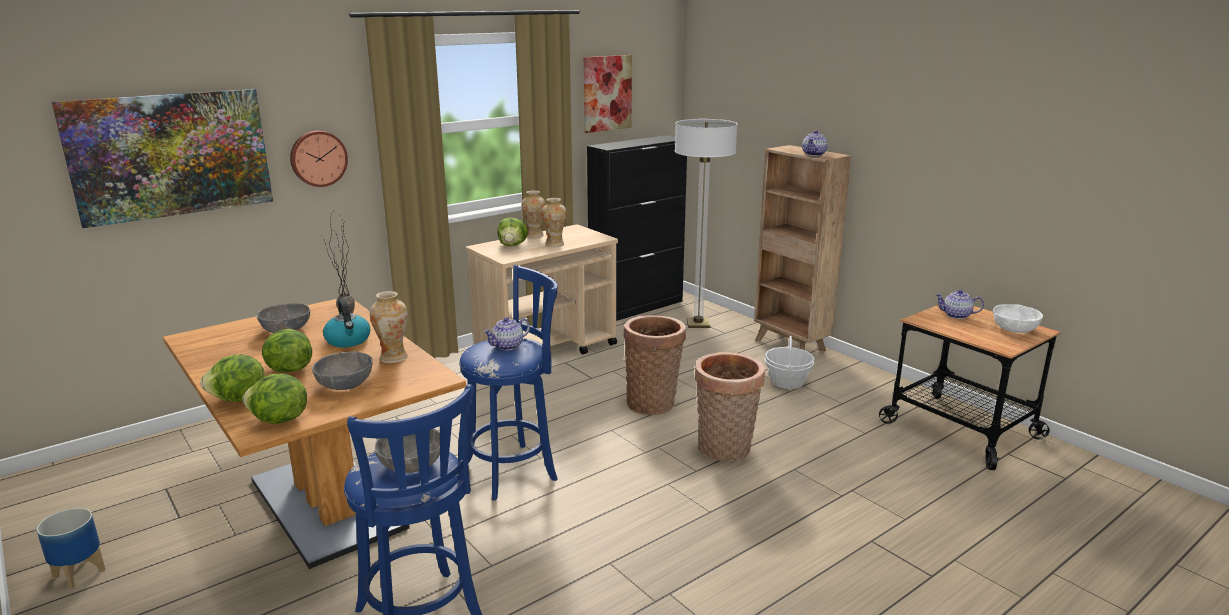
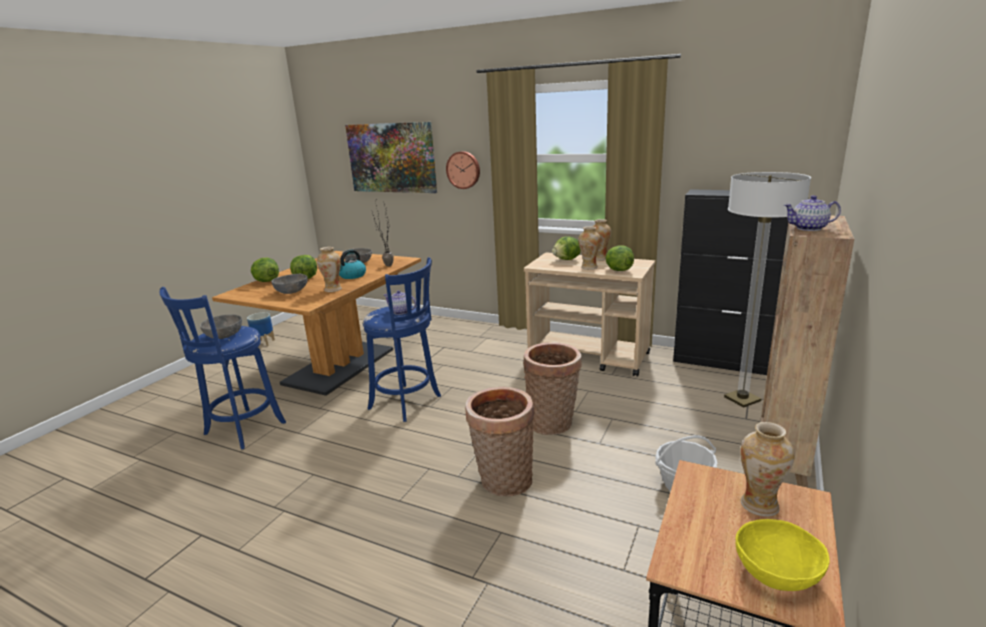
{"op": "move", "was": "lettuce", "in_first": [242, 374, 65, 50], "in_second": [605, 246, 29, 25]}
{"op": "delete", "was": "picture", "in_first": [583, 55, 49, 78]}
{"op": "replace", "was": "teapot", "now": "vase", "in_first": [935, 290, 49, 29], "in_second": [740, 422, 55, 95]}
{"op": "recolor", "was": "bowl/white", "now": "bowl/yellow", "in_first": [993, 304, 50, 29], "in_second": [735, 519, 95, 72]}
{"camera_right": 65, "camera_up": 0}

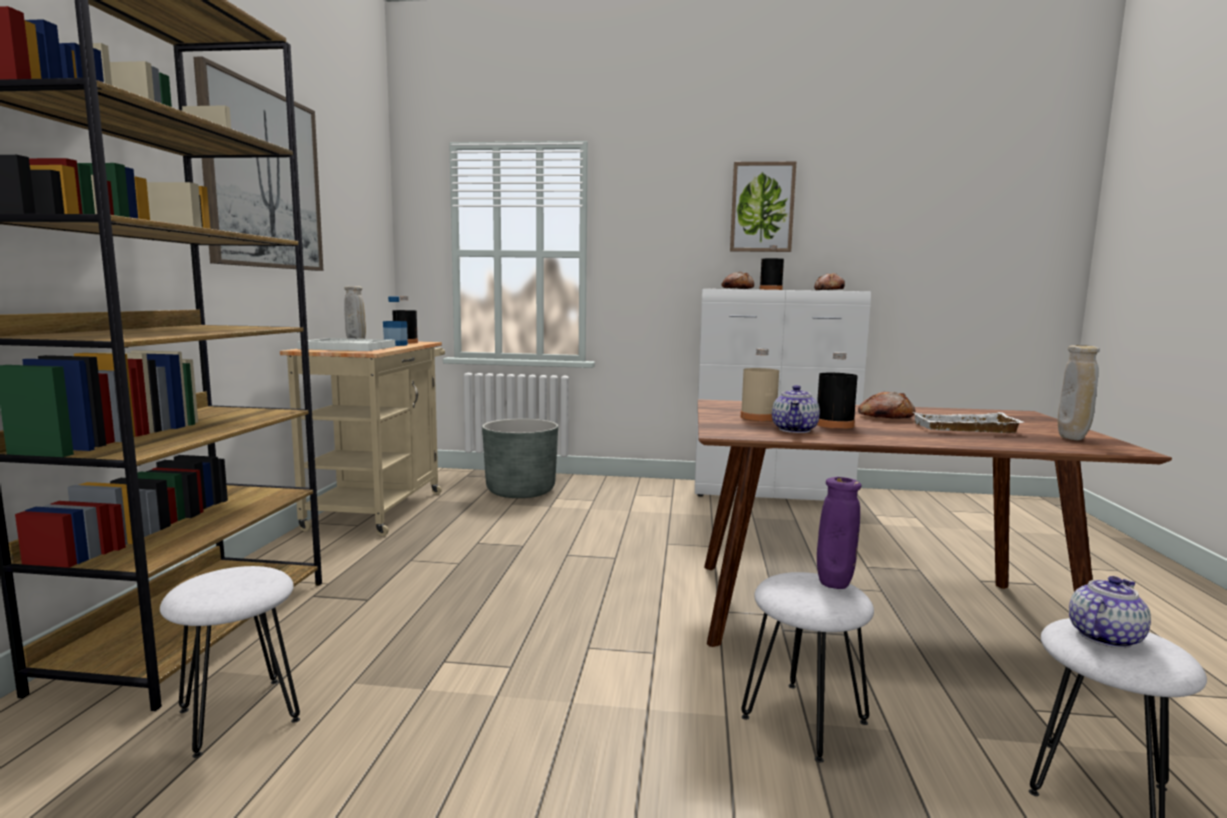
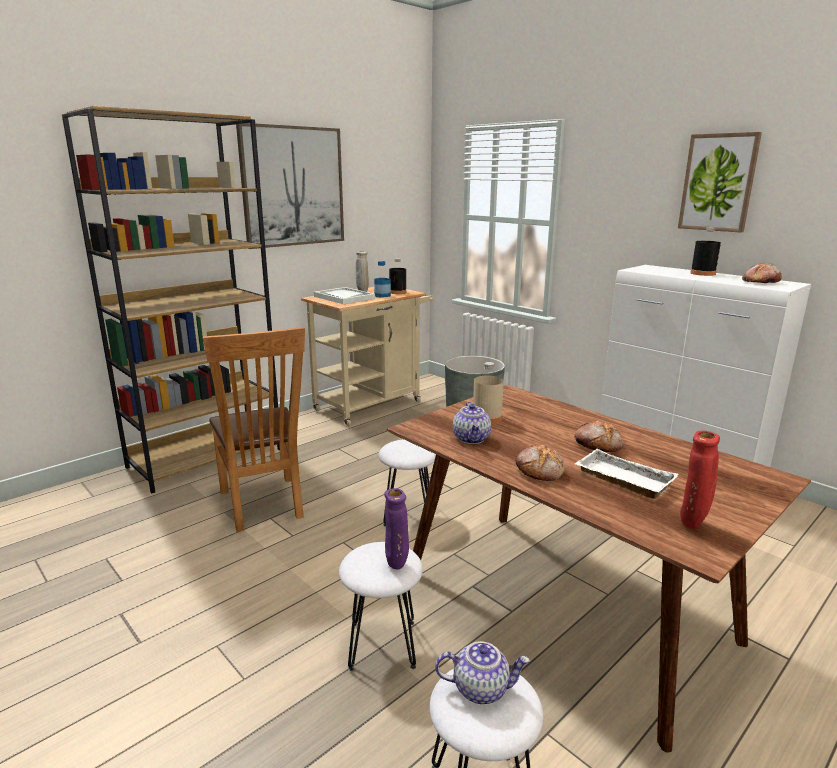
{"op": "move", "was": "stool/white", "in_first": [160, 566, 140, 192], "in_second": [378, 439, 58, 87]}
{"op": "move", "was": "bread", "in_first": [721, 272, 33, 17], "in_second": [516, 445, 49, 36]}
{"op": "rotate", "was": "teapot", "in_first": [772, 385, 48, 48], "in_second": [453, 402, 38, 42], "clockwise": -60}
{"op": "delete", "was": "bottle/black", "in_first": [817, 352, 41, 77]}
{"op": "recolor", "was": "vase/beige", "now": "vase/red", "in_first": [1058, 345, 42, 95], "in_second": [680, 431, 40, 98]}
{"op": "insert", "now": "chair/brown", "in_second": [203, 327, 102, 205]}
{"camera_right": 40, "camera_up": 10}

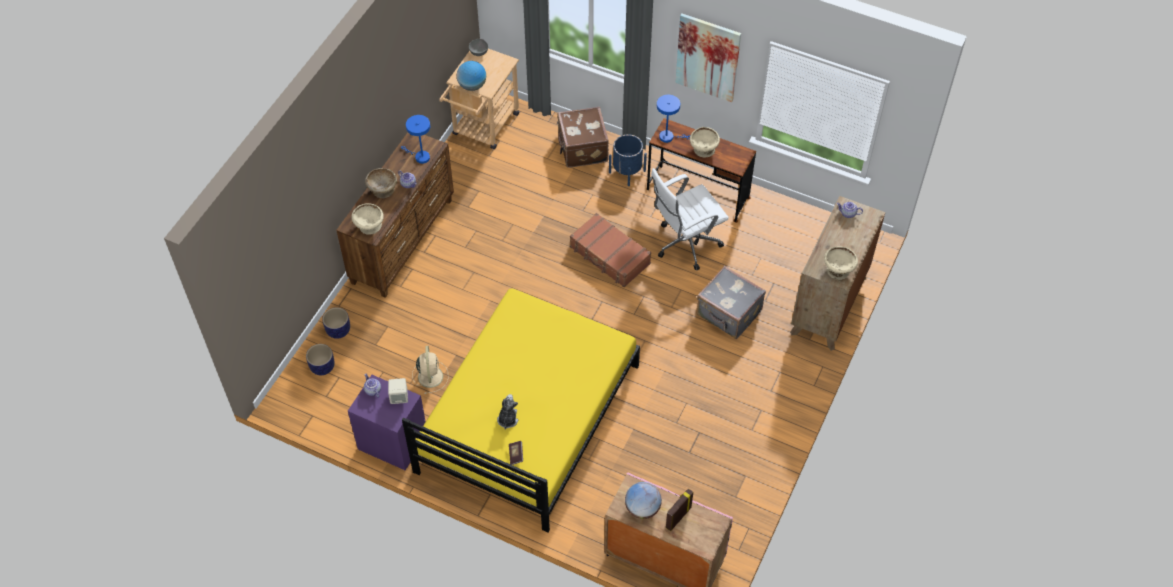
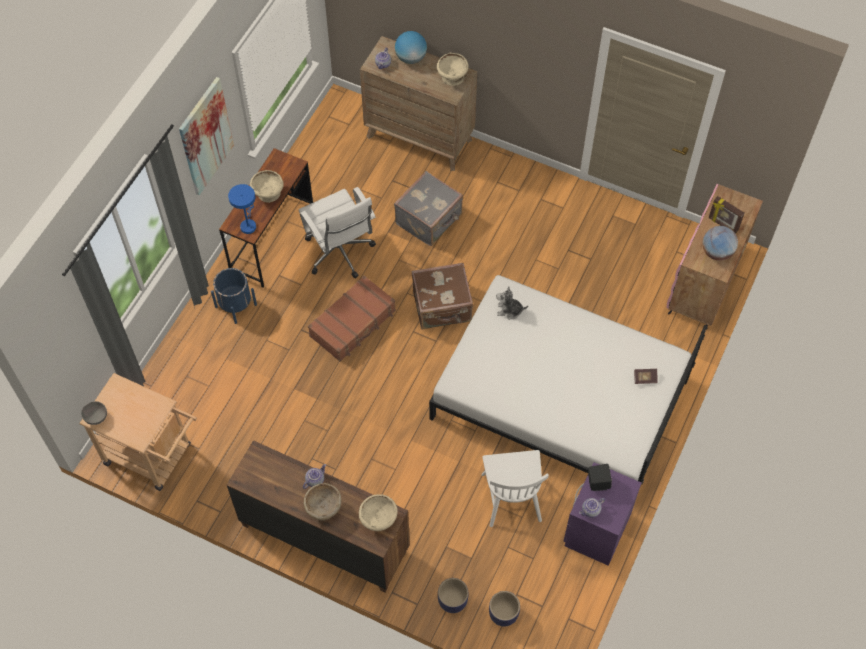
{"op": "recolor", "was": "speaker/beige", "now": "speaker/black", "in_first": [388, 378, 20, 26], "in_second": [588, 464, 24, 27]}
{"op": "delete", "was": "table lamp/blue", "in_first": [401, 115, 29, 49]}
{"op": "recolor", "was": "bed/yellow", "now": "bed/white", "in_first": [402, 289, 238, 244], "in_second": [429, 275, 278, 210]}
{"op": "replace", "was": "fan/beige", "now": "chair/white", "in_first": [412, 346, 36, 48], "in_second": [482, 450, 67, 77]}
{"op": "move", "was": "globe", "in_first": [457, 61, 29, 30], "in_second": [395, 31, 32, 33]}
{"op": "move", "was": "plush toy", "in_first": [497, 394, 21, 35], "in_second": [496, 286, 32, 34]}
{"op": "move", "was": "suitcase/brown", "in_first": [557, 107, 52, 61], "in_second": [412, 263, 61, 66]}
{"camera_right": -90, "camera_up": 5}

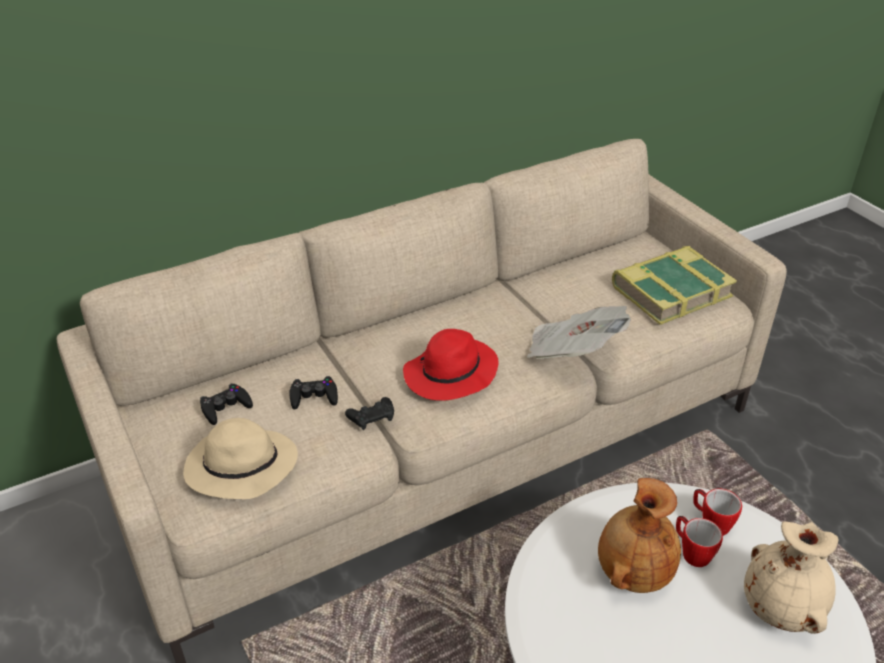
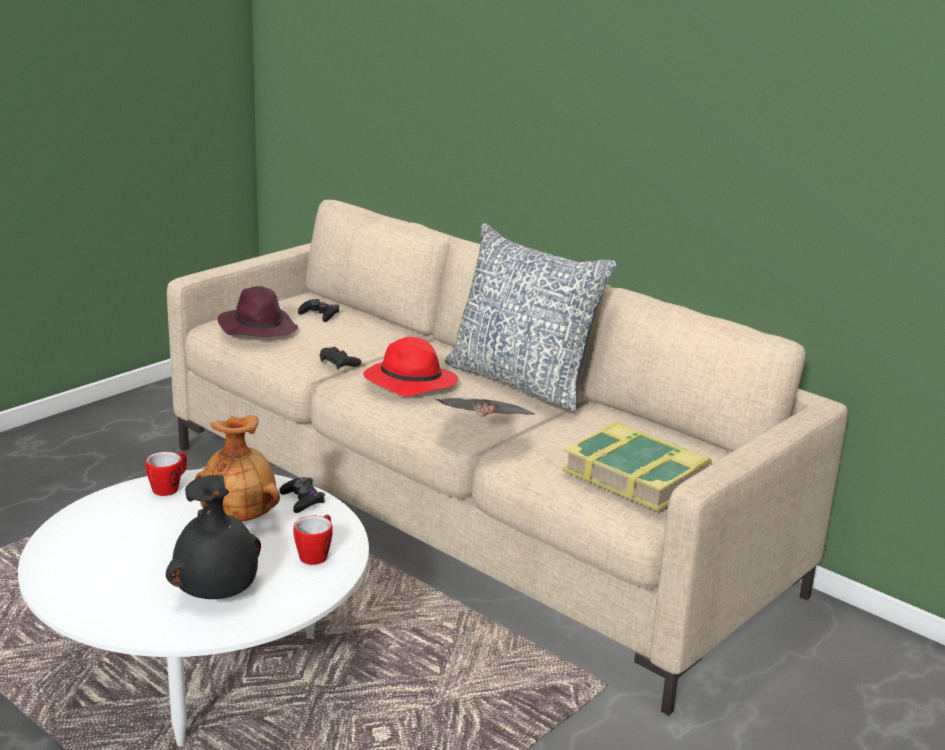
{"op": "recolor", "was": "hat/beige", "now": "hat/purple", "in_first": [183, 418, 115, 81], "in_second": [218, 286, 80, 51]}
{"op": "move", "was": "game controller/black", "in_first": [290, 376, 48, 33], "in_second": [279, 477, 46, 36]}
{"op": "move", "was": "mug", "in_first": [676, 516, 47, 51], "in_second": [145, 452, 42, 44]}
{"op": "recolor", "was": "vase/beige", "now": "vase/black", "in_first": [744, 522, 95, 112], "in_second": [166, 475, 95, 124]}
{"op": "insert", "now": "pillow", "in_second": [445, 223, 172, 189]}
{"camera_right": 70, "camera_up": -15}

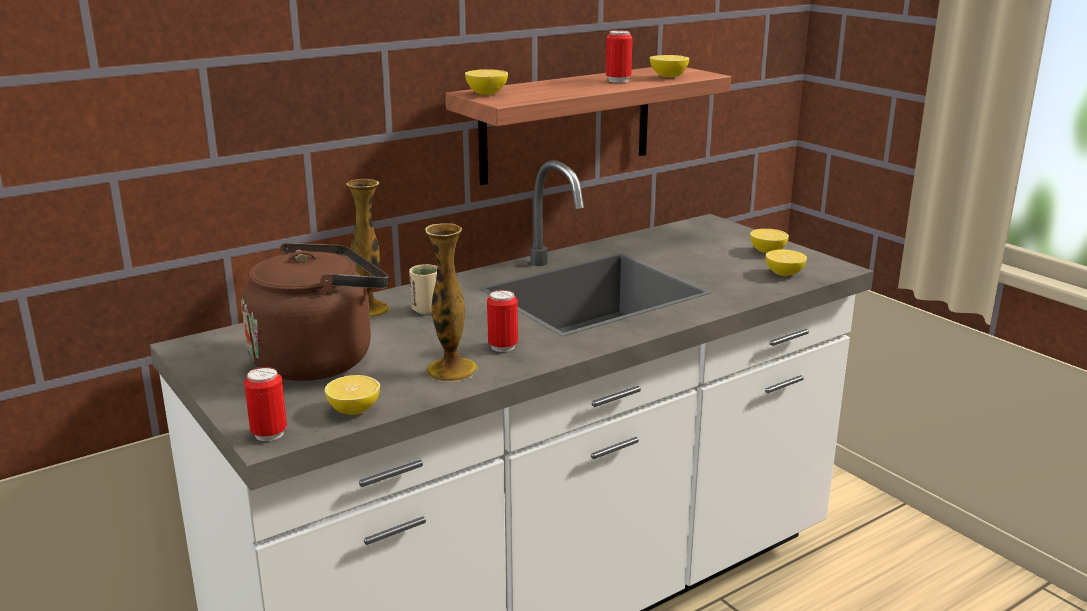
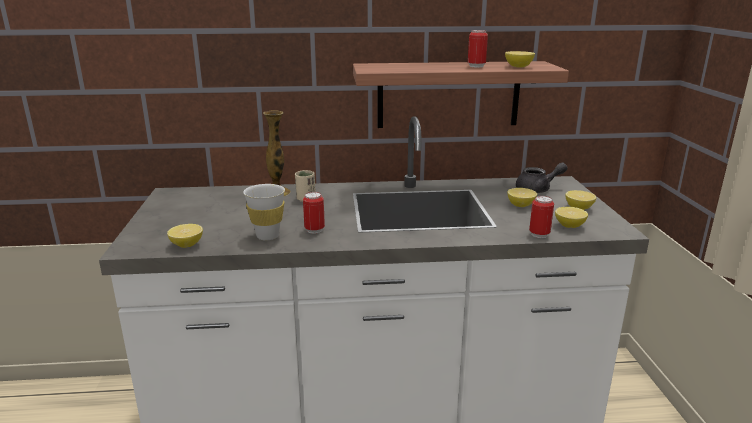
{"op": "delete", "was": "kettle/brown", "in_first": [241, 243, 148, 138]}
{"op": "move", "was": "can", "in_first": [244, 367, 43, 74], "in_second": [529, 196, 25, 42]}
{"op": "replace", "was": "vase", "now": "cup/white", "in_first": [425, 223, 53, 159], "in_second": [243, 184, 42, 56]}
{"op": "move", "was": "lemon", "in_first": [465, 69, 43, 26], "in_second": [508, 188, 29, 19]}
{"op": "insert", "now": "teapot/grey", "in_second": [516, 162, 52, 31]}
{"camera_right": 30, "camera_up": 0}

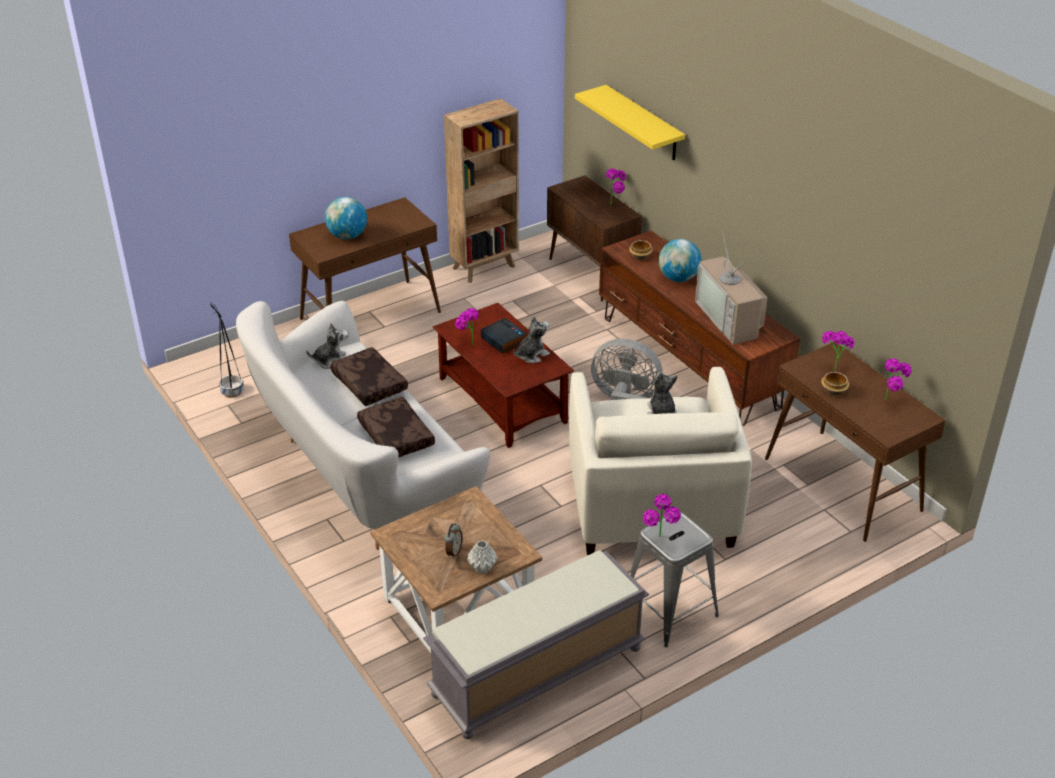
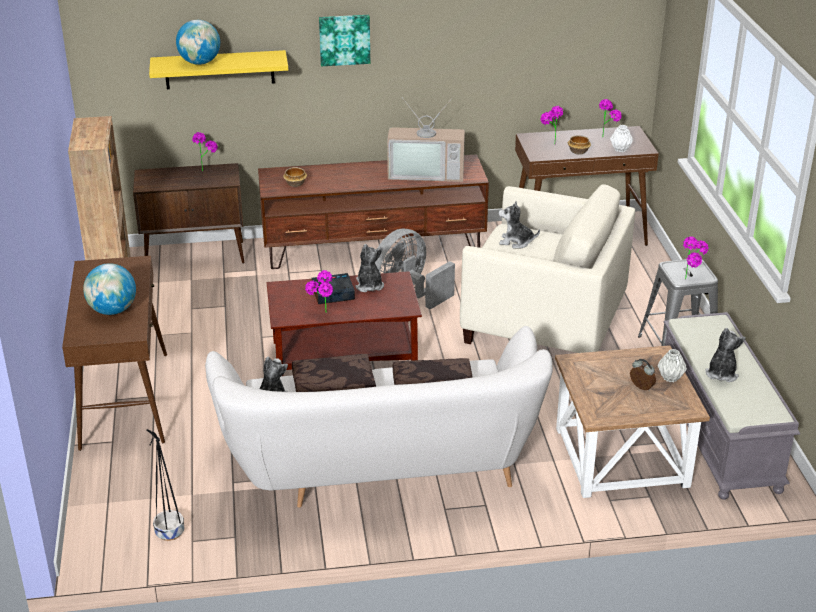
{"op": "move", "was": "globe", "in_first": [659, 239, 43, 43], "in_second": [176, 20, 44, 45]}
{"op": "insert", "now": "picture", "in_second": [319, 15, 51, 51]}
{"op": "insert", "now": "vase/white", "in_second": [610, 125, 23, 27]}
{"op": "insert", "now": "plush toy", "in_second": [705, 328, 41, 54]}
{"camera_right": -65, "camera_up": -5}

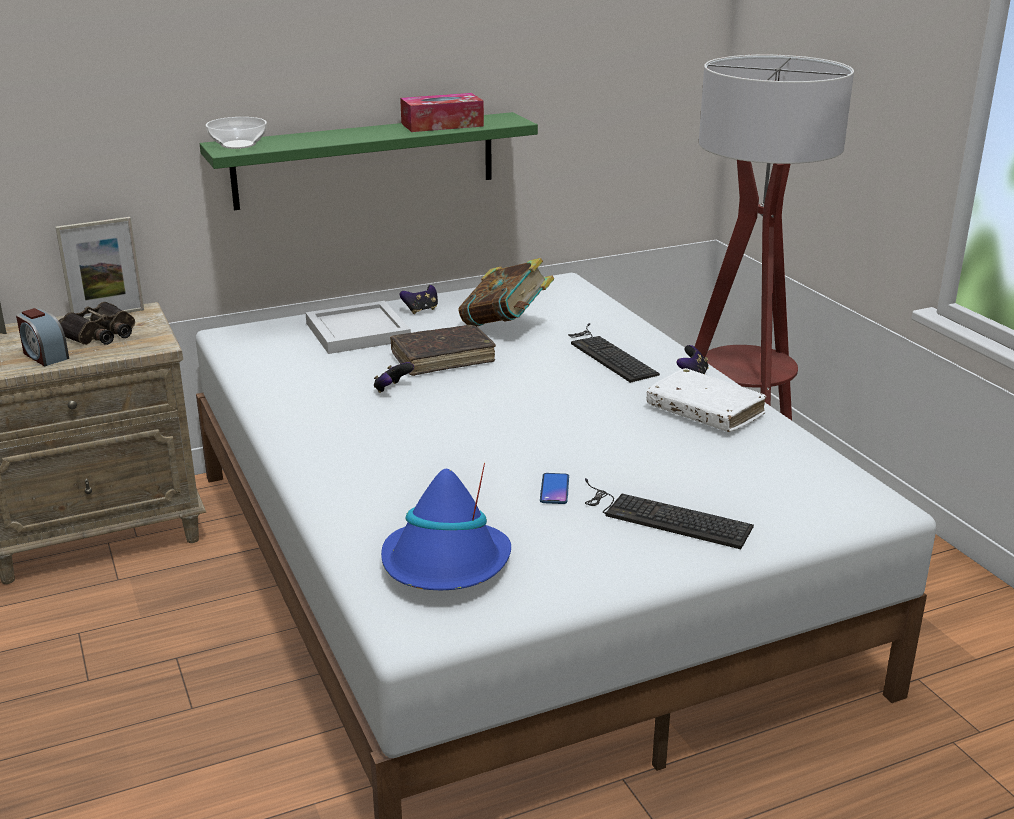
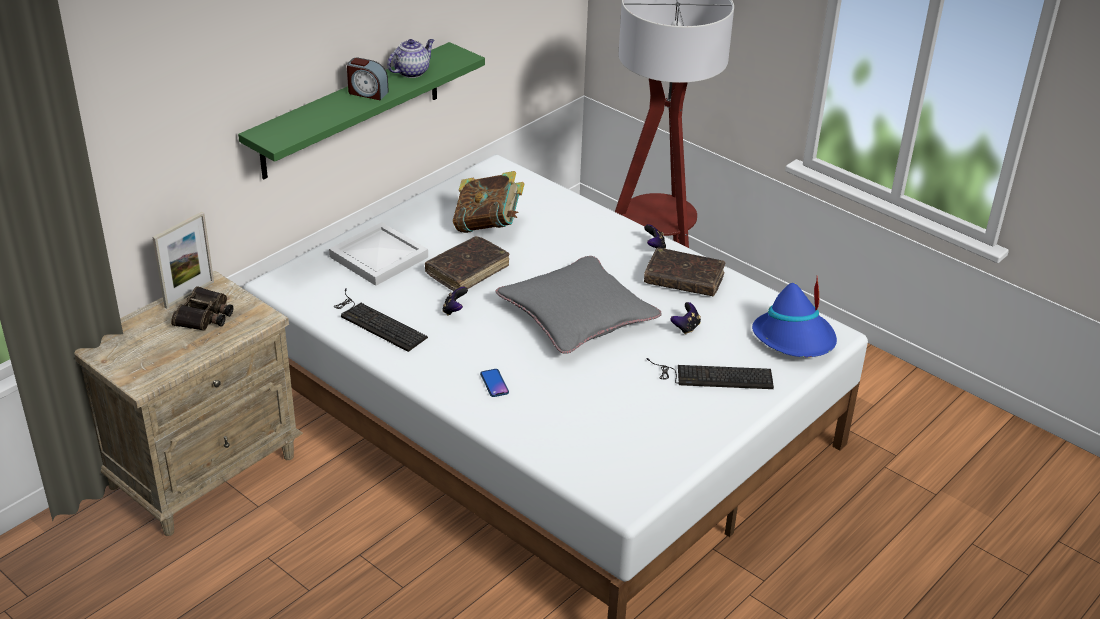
{"op": "move", "was": "alarm clock", "in_first": [16, 308, 53, 58], "in_second": [347, 58, 42, 42]}
{"op": "delete", "was": "bowl", "in_first": [206, 117, 61, 32]}
{"op": "move", "was": "hat/blue", "in_first": [381, 463, 130, 127], "in_second": [752, 276, 85, 81]}
{"op": "replace", "was": "tissue box", "now": "teapot", "in_first": [400, 93, 84, 39], "in_second": [387, 39, 47, 39]}
{"op": "move", "was": "game controller", "in_first": [400, 285, 38, 29], "in_second": [670, 302, 31, 33]}
{"op": "move", "was": "phone", "in_first": [540, 473, 29, 31], "in_second": [480, 369, 29, 28]}
{"op": "move", "was": "keyboard", "in_first": [568, 323, 92, 60], "in_second": [334, 288, 94, 64]}
{"op": "recolor", "was": "book/white", "now": "book/brown", "in_first": [647, 368, 119, 64], "in_second": [644, 248, 81, 48]}
{"op": "insert", "now": "pillow/grey", "in_second": [495, 256, 167, 97]}
{"camera_right": -25, "camera_up": 10}

